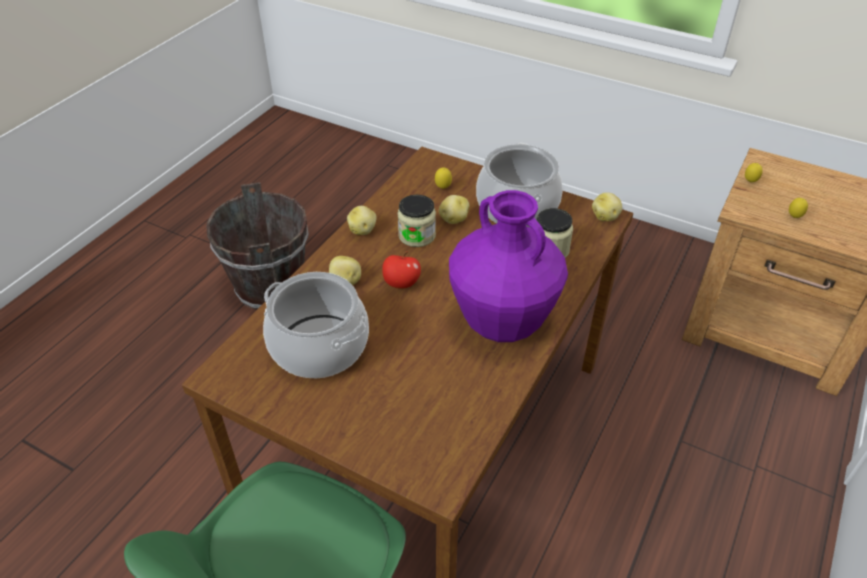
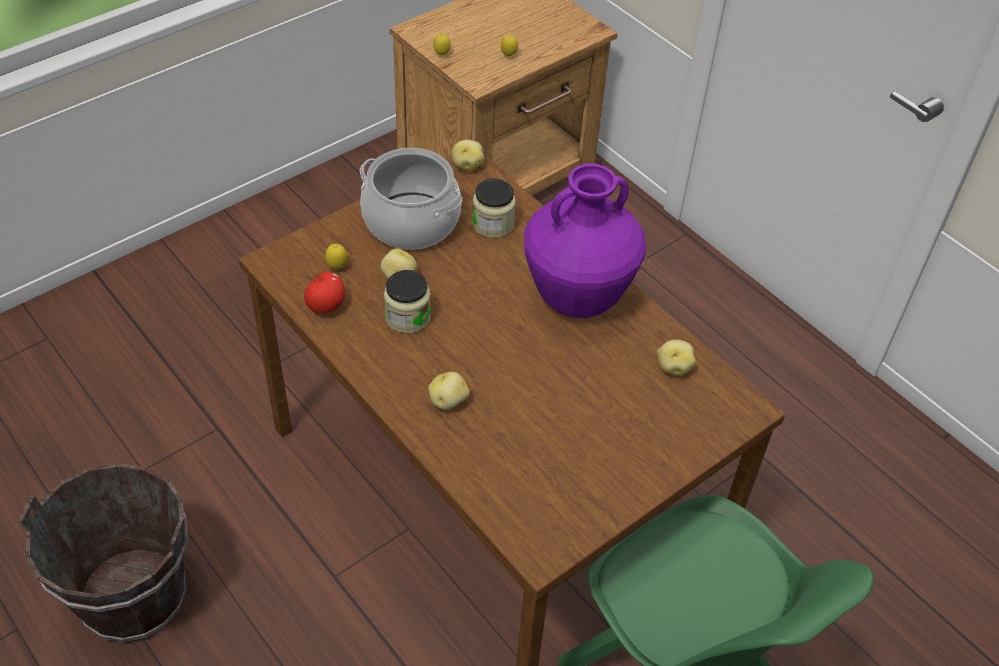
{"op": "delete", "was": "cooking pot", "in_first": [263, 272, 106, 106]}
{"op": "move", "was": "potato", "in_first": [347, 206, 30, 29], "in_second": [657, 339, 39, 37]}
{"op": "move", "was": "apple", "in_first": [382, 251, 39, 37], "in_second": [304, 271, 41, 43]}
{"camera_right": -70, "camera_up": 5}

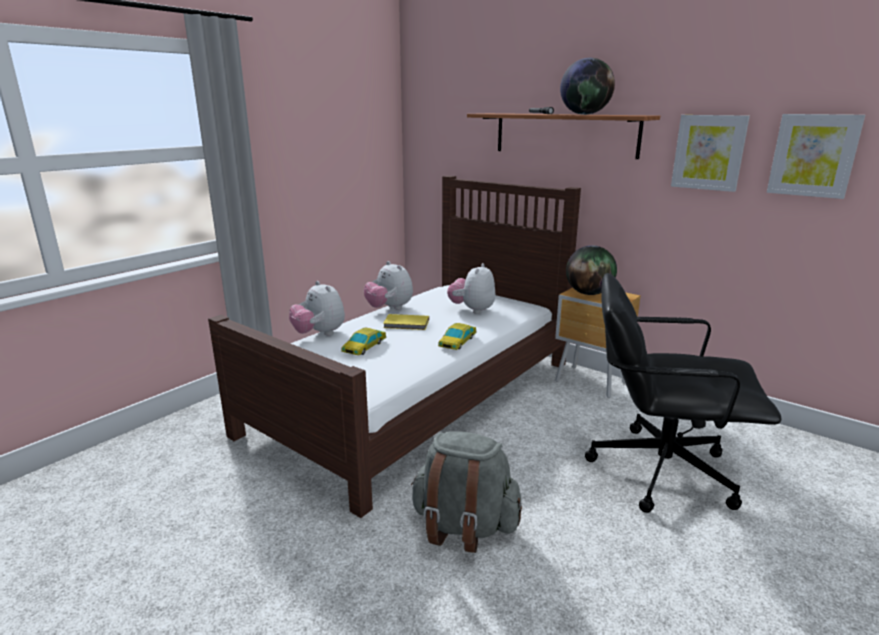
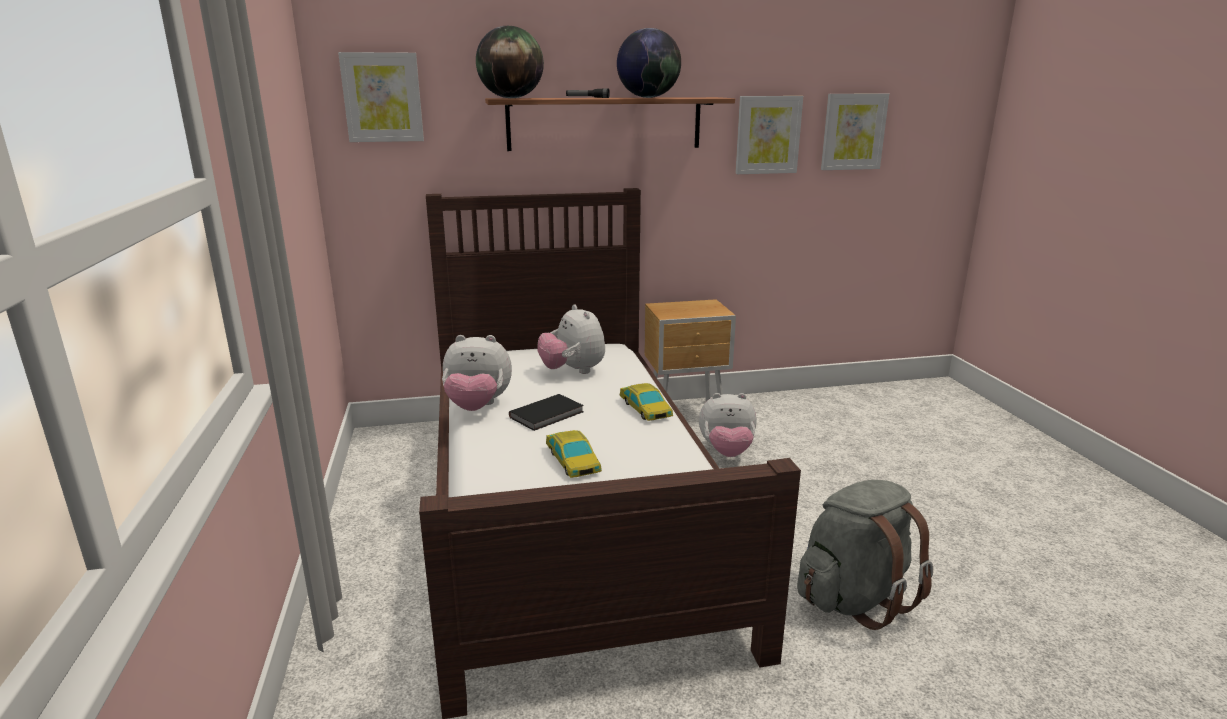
{"op": "move", "was": "plush toy", "in_first": [289, 281, 56, 55], "in_second": [699, 393, 58, 64]}
{"op": "recolor", "was": "book/yellow", "now": "book/black", "in_first": [383, 314, 46, 16], "in_second": [509, 394, 75, 37]}
{"op": "move", "was": "globe", "in_first": [566, 245, 51, 50], "in_second": [476, 26, 68, 72]}
{"op": "delete", "was": "office chair/black", "in_first": [585, 273, 196, 240]}
{"op": "insert", "now": "picture", "in_second": [338, 52, 86, 90]}
{"camera_right": -50, "camera_up": 0}

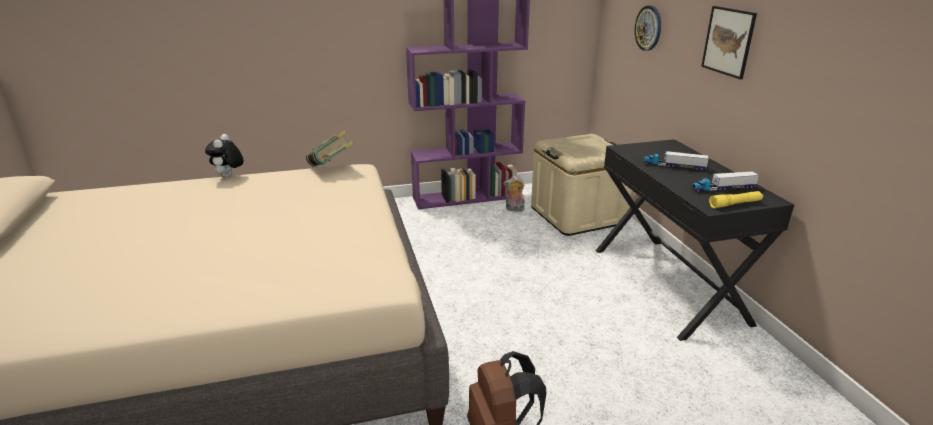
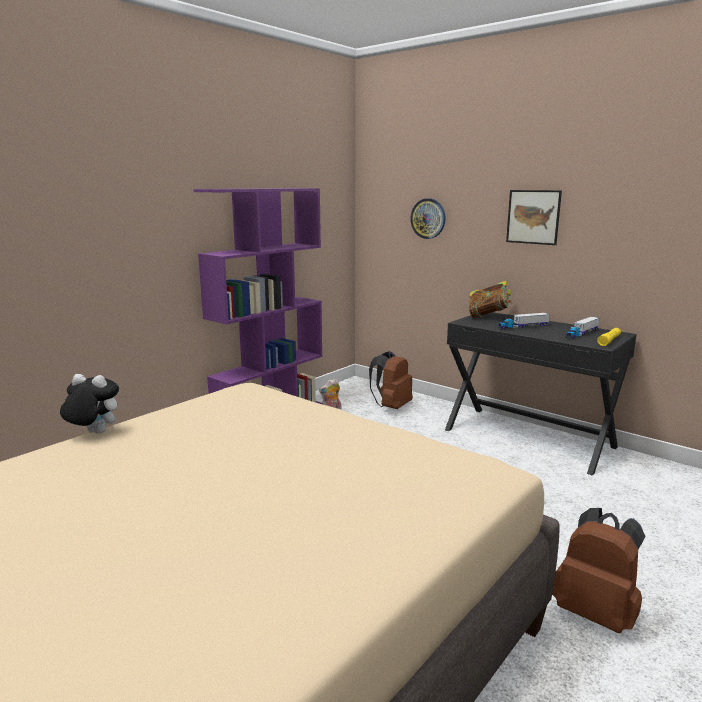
{"op": "rotate", "was": "plush toy", "in_first": [205, 134, 39, 44], "in_second": [60, 374, 59, 60], "clockwise": 135}
{"op": "move", "was": "book", "in_first": [306, 131, 48, 36], "in_second": [469, 281, 42, 37]}
{"op": "replace", "was": "storage box/beige", "now": "backpack/brown", "in_first": [531, 134, 101, 102], "in_second": [369, 351, 44, 58]}
{"camera_right": -35, "camera_up": -10}

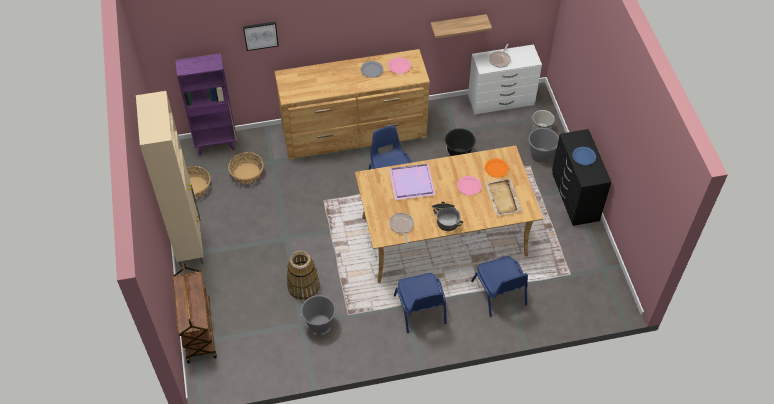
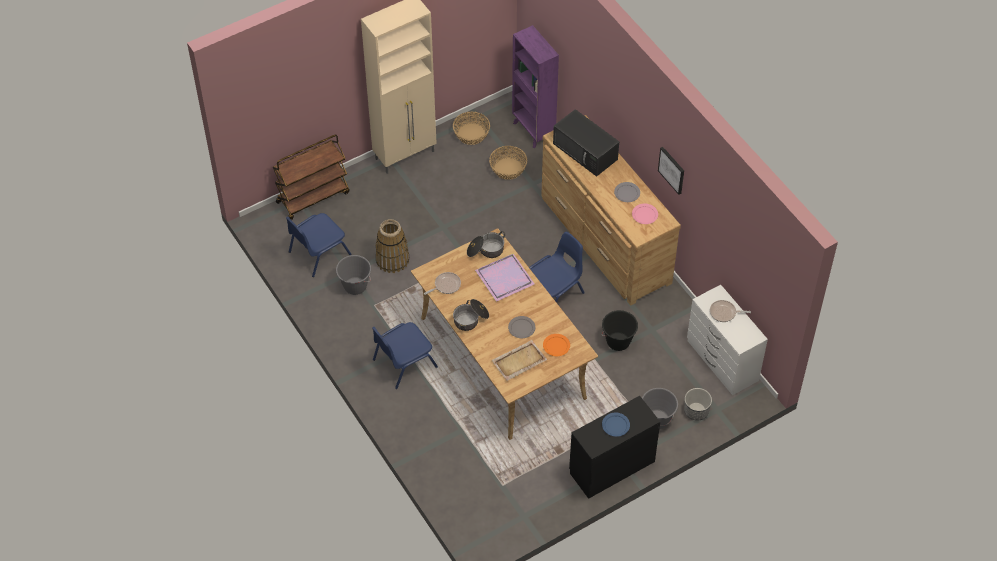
{"op": "move", "was": "picture", "in_first": [243, 21, 36, 30], "in_second": [658, 147, 26, 48]}
{"op": "delete", "was": "shelf", "in_first": [430, 14, 62, 25]}
{"op": "recolor", "was": "plate/pink", "now": "plate/grey", "in_first": [457, 176, 25, 19], "in_second": [508, 316, 27, 22]}
{"op": "move", "was": "chair/blue", "in_first": [471, 256, 57, 61], "in_second": [286, 213, 65, 64]}
{"op": "insert", "now": "cooking pot", "in_second": [467, 231, 38, 27]}
{"op": "insert", "now": "microwave/black", "in_second": [553, 109, 66, 68]}
{"camera_right": 70, "camera_up": 0}

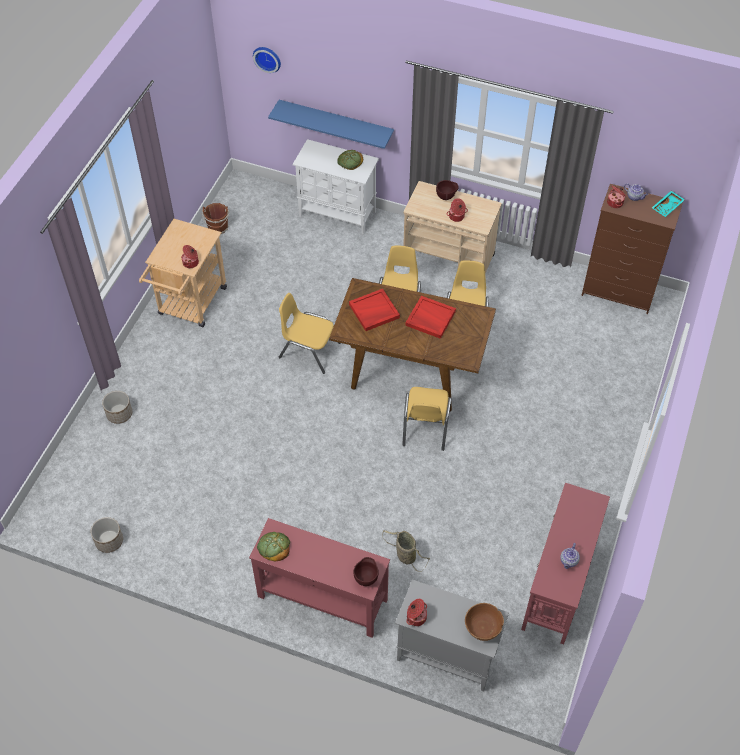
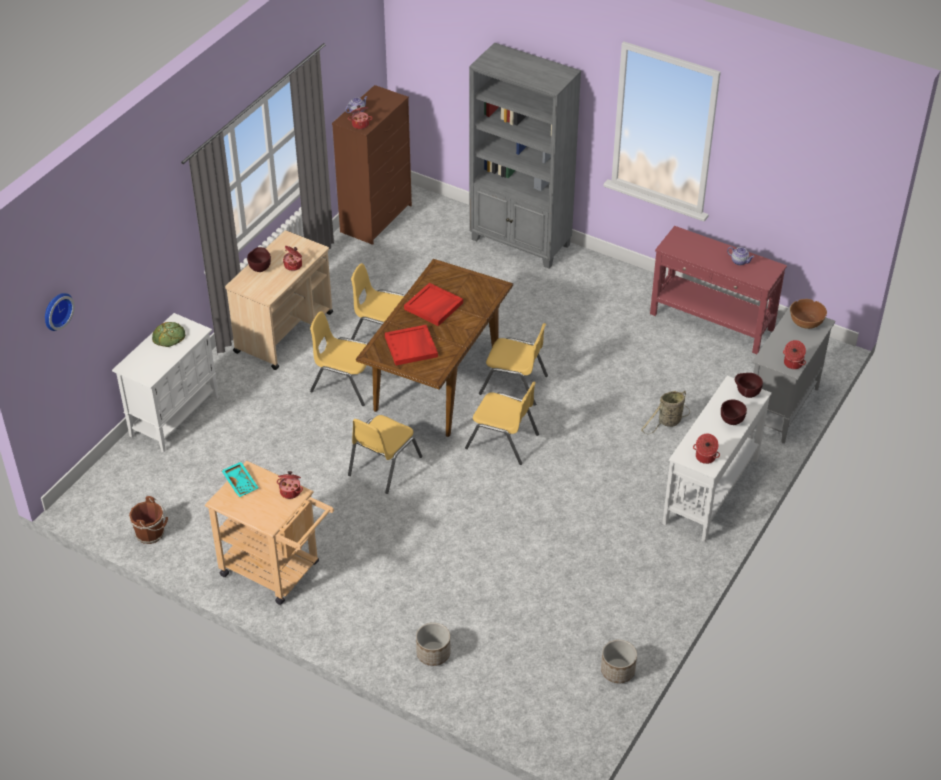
{"op": "recolor", "was": "console table/red", "now": "console table/white", "in_first": [249, 518, 141, 120], "in_second": [662, 376, 110, 166]}
{"op": "replace", "was": "bread", "now": "cooking pot", "in_first": [257, 532, 33, 29], "in_second": [693, 434, 27, 30]}
{"op": "delete", "was": "shelf/blue", "in_first": [268, 100, 126, 49]}
{"op": "move", "was": "tray/turquoise", "in_first": [652, 191, 33, 26], "in_second": [221, 462, 38, 35]}
{"op": "insert", "now": "chair/yellow", "in_second": [465, 381, 74, 84]}
{"op": "insert", "now": "bookcase/grey", "in_second": [469, 42, 112, 226]}
{"op": "insert", "now": "bowl/brown", "in_second": [721, 400, 26, 25]}
{"camera_right": -80, "camera_up": -10}

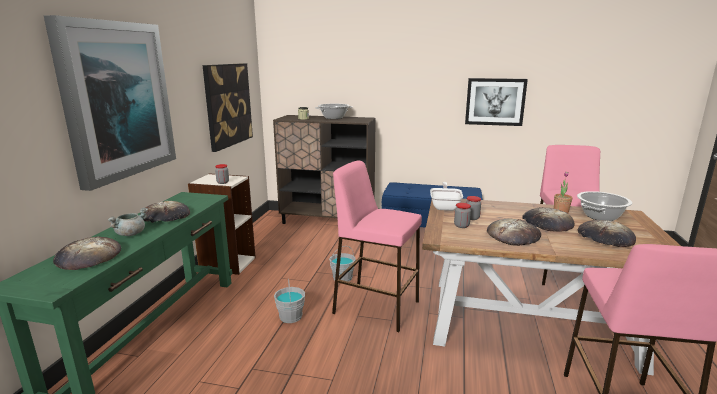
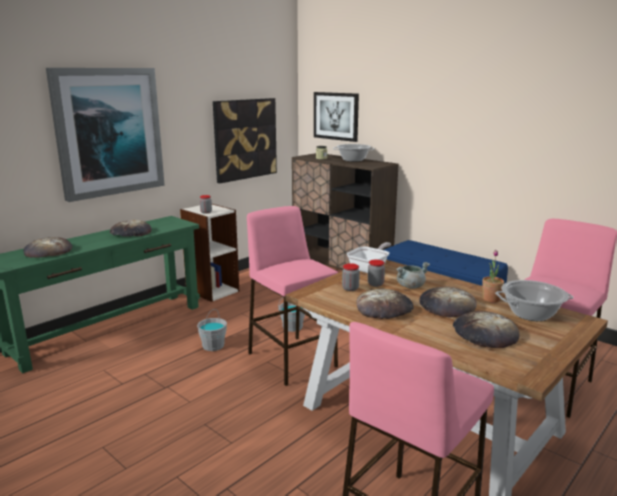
{"op": "move", "was": "cooking pot/grey", "in_first": [108, 208, 40, 28], "in_second": [396, 262, 34, 27]}
{"op": "move", "was": "picture", "in_first": [465, 78, 63, 48], "in_second": [314, 92, 45, 50]}
{"camera_right": 30, "camera_up": 0}

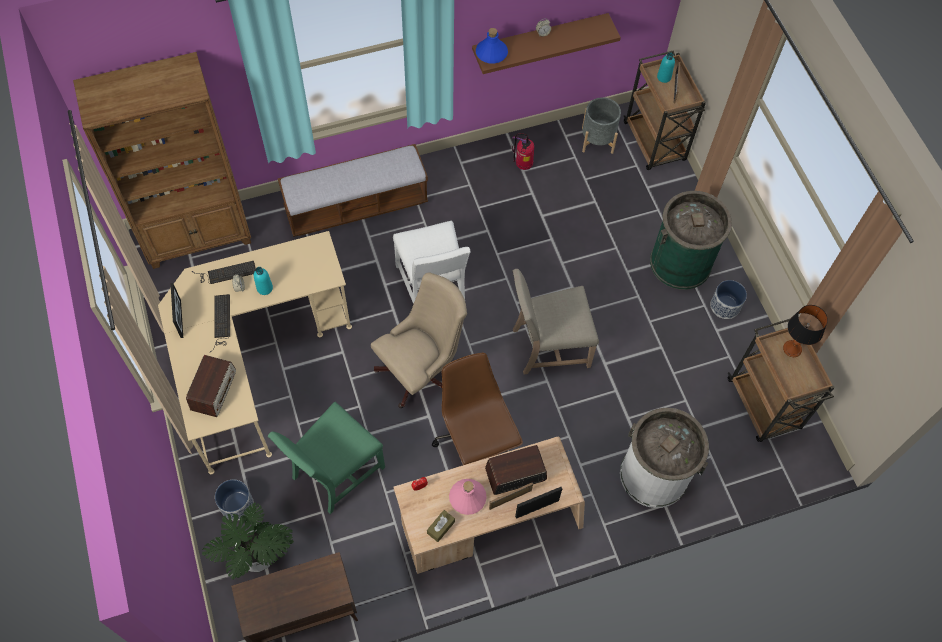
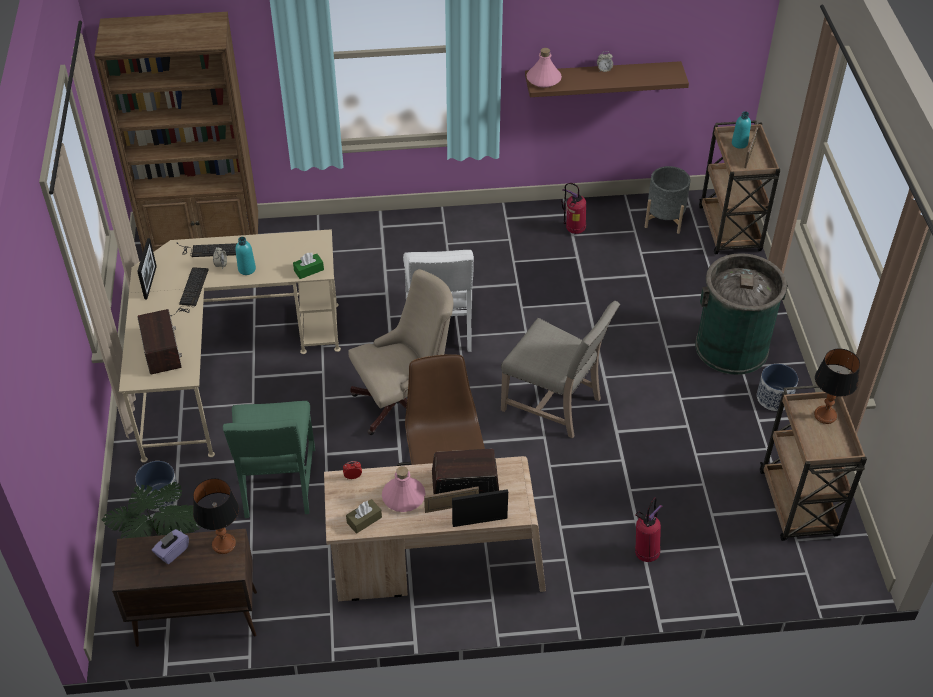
{"op": "rotate", "was": "radio", "in_first": [186, 355, 50, 62], "in_second": [137, 309, 45, 66], "clockwise": -45}
{"op": "rotate", "was": "chair/green", "in_first": [268, 402, 117, 112], "in_second": [223, 401, 92, 117], "clockwise": -60}
{"op": "delete", "was": "bench", "in_first": [278, 144, 150, 93]}
{"op": "recolor", "was": "bottle/blue", "now": "bottle/pink", "in_first": [476, 28, 32, 36], "in_second": [526, 48, 36, 40]}
{"op": "rotate", "was": "chair/beige", "in_first": [513, 269, 86, 106], "in_second": [501, 301, 119, 138], "clockwise": -150}
{"op": "replace", "was": "trash can/white", "now": "fire extinguisher", "in_first": [620, 408, 89, 100], "in_second": [635, 497, 28, 65]}
{"op": "insert", "now": "tissue box/purple", "in_second": [152, 529, 37, 35]}
{"op": "insert", "now": "table lamp", "in_second": [193, 478, 46, 76]}
{"op": "insert", "now": "tissue box/green", "in_second": [293, 253, 31, 26]}
{"camera_right": 15, "camera_up": -15}

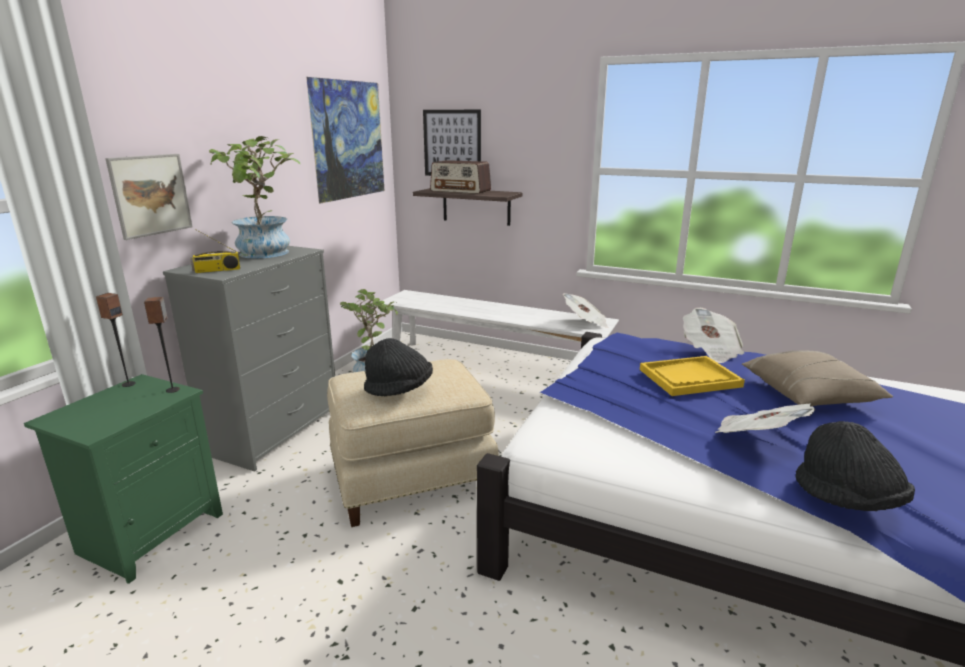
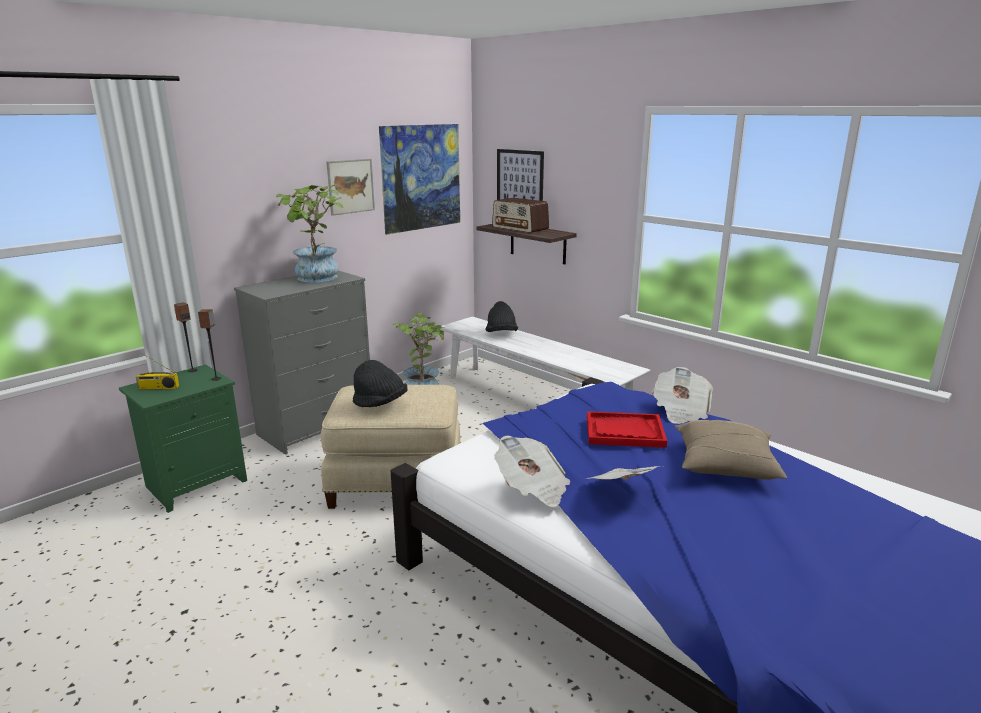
{"op": "move", "was": "picture", "in_first": [105, 154, 88, 86], "in_second": [326, 159, 49, 57]}
{"op": "move", "was": "radio", "in_first": [190, 230, 50, 43], "in_second": [136, 353, 43, 37]}
{"op": "move", "was": "newspaper", "in_first": [563, 293, 45, 35], "in_second": [494, 435, 77, 72]}
{"op": "recolor", "was": "tray/yellow", "now": "tray/red", "in_first": [640, 356, 105, 40], "in_second": [587, 411, 80, 37]}
{"op": "move", "was": "hat/black", "in_first": [796, 421, 119, 90], "in_second": [485, 301, 33, 31]}
{"camera_right": 20, "camera_up": 0}

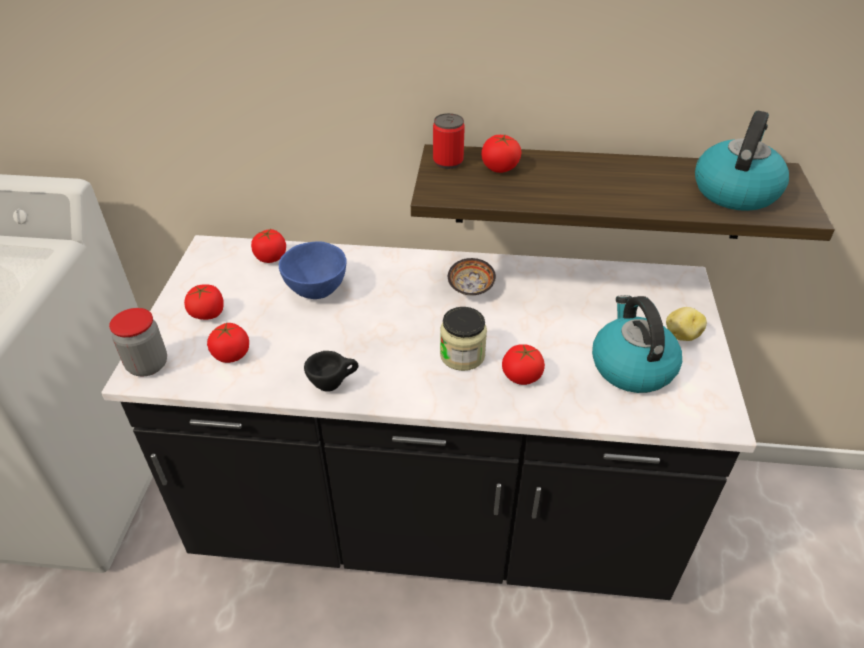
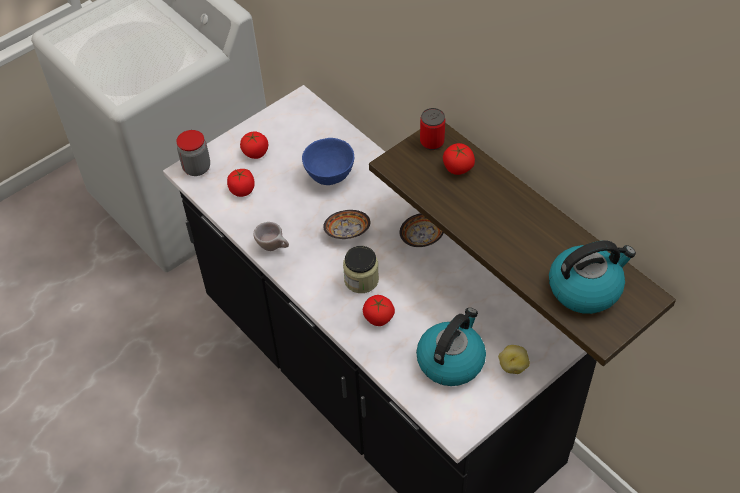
{"op": "delete", "was": "tomato", "in_first": [251, 229, 35, 34]}
{"op": "recolor", "was": "cup/black", "now": "cup/beige", "in_first": [304, 351, 55, 40], "in_second": [253, 222, 36, 29]}
{"op": "insert", "now": "bowl", "in_second": [323, 210, 47, 29]}
{"camera_right": 45, "camera_up": 10}

